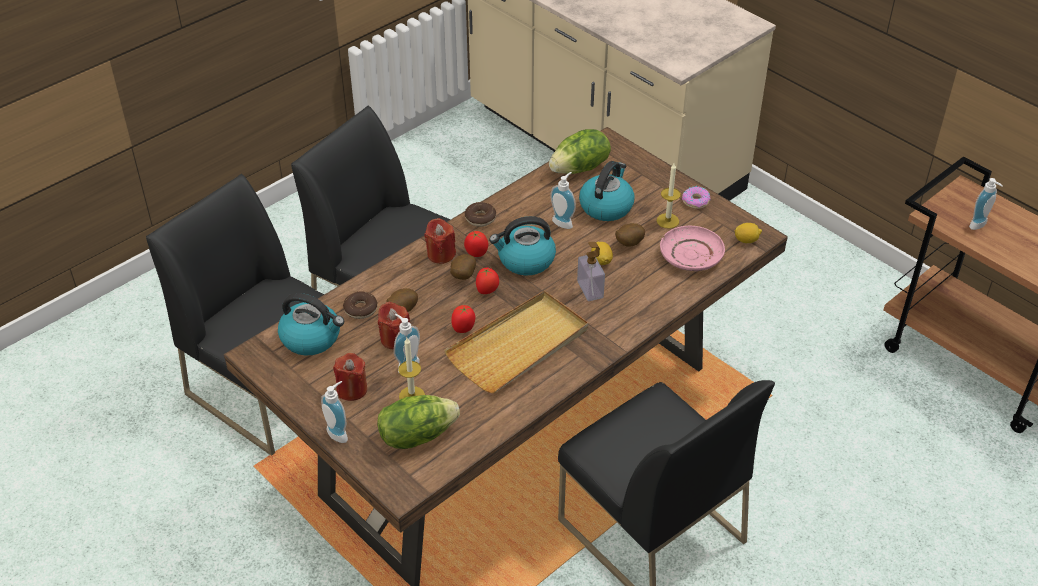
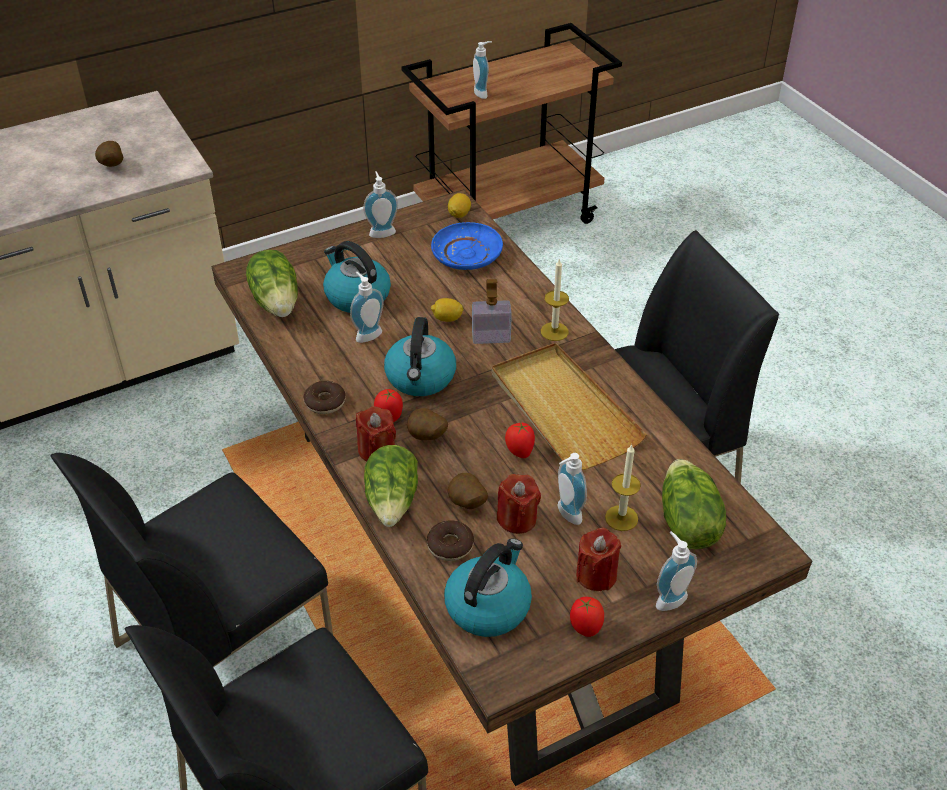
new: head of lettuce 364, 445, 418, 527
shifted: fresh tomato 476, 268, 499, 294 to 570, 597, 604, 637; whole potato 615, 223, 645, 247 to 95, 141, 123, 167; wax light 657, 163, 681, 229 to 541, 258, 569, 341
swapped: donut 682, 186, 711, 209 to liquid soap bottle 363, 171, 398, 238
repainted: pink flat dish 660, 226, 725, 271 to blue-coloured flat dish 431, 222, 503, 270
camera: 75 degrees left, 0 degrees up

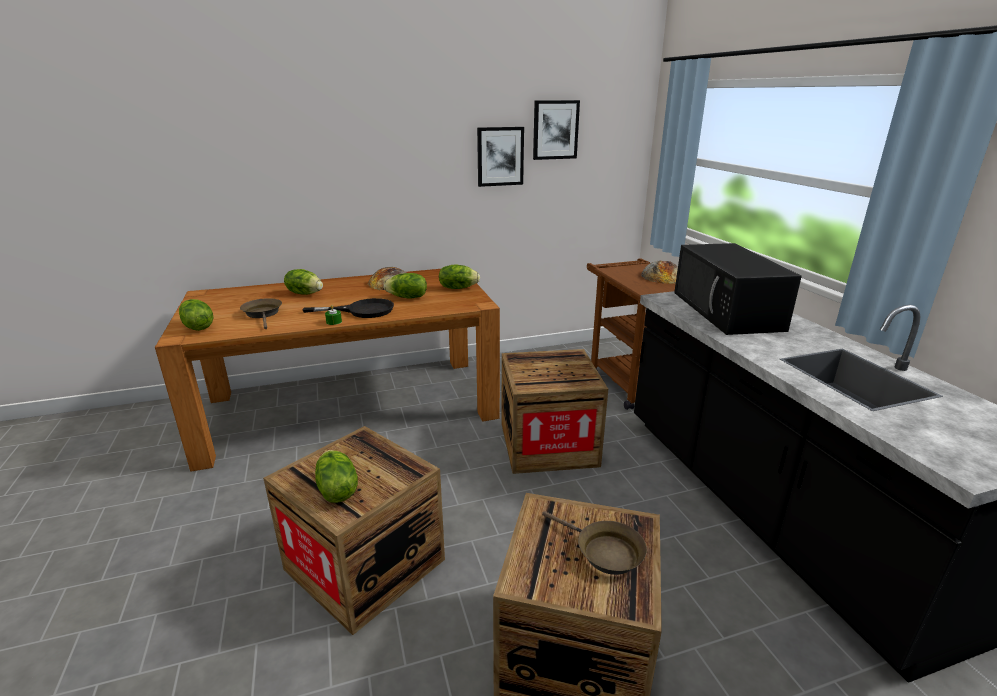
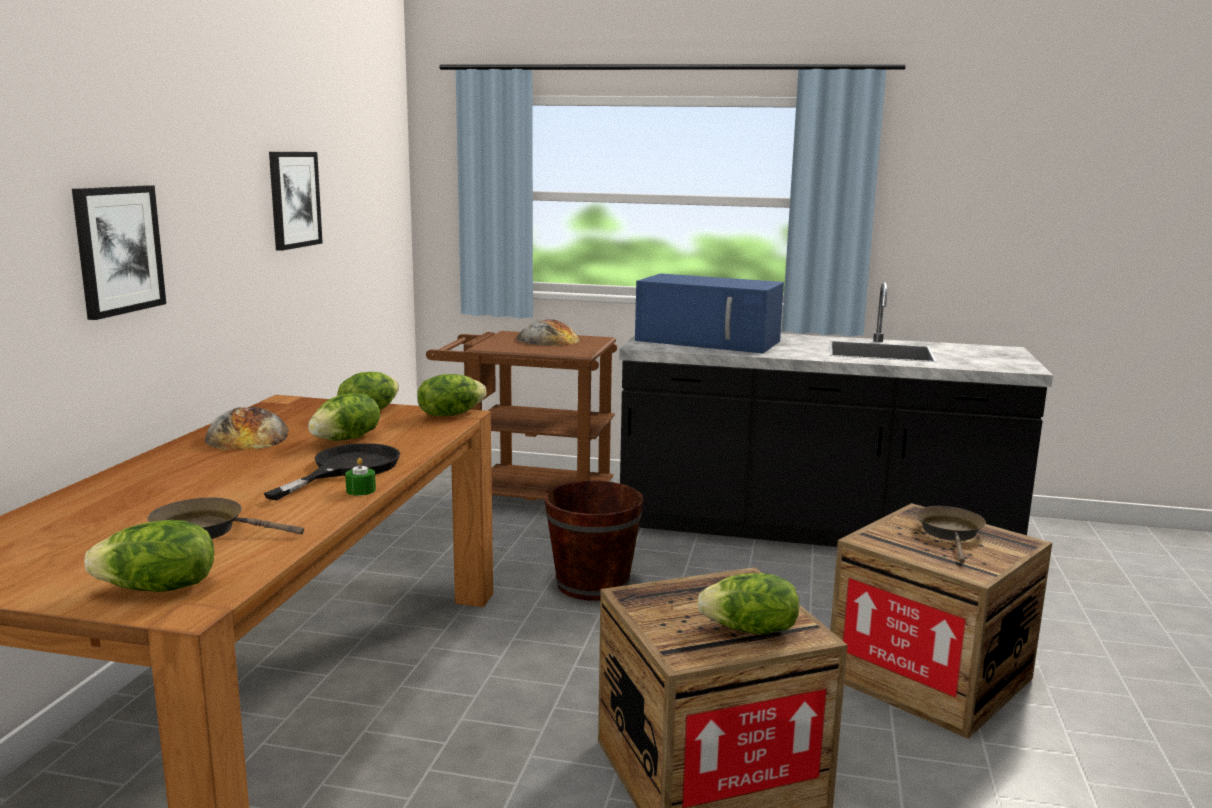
shifted: head of lettuce 284, 269, 323, 295 to 417, 374, 486, 416; wall art 533, 100, 580, 160 to 72, 185, 166, 320
swapped: packing crate 502, 349, 608, 474 to brown water bucket 545, 481, 644, 601
repainted: black microwave oven 674, 243, 802, 335 to blue-coloured microwave oven 635, 273, 784, 353
rotated: brown pan 542, 511, 647, 575 = 916, 506, 986, 563 60 degrees counterclockwise
camera: 60 degrees left, 10 degrees down

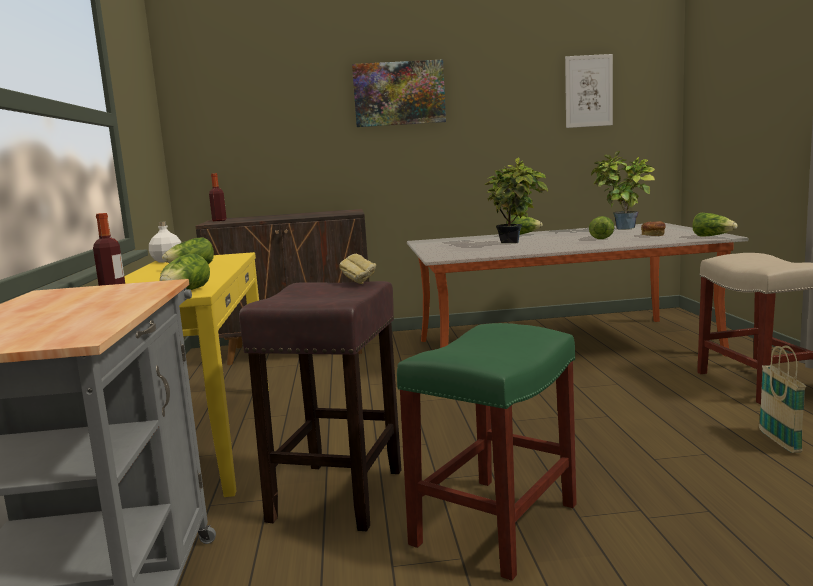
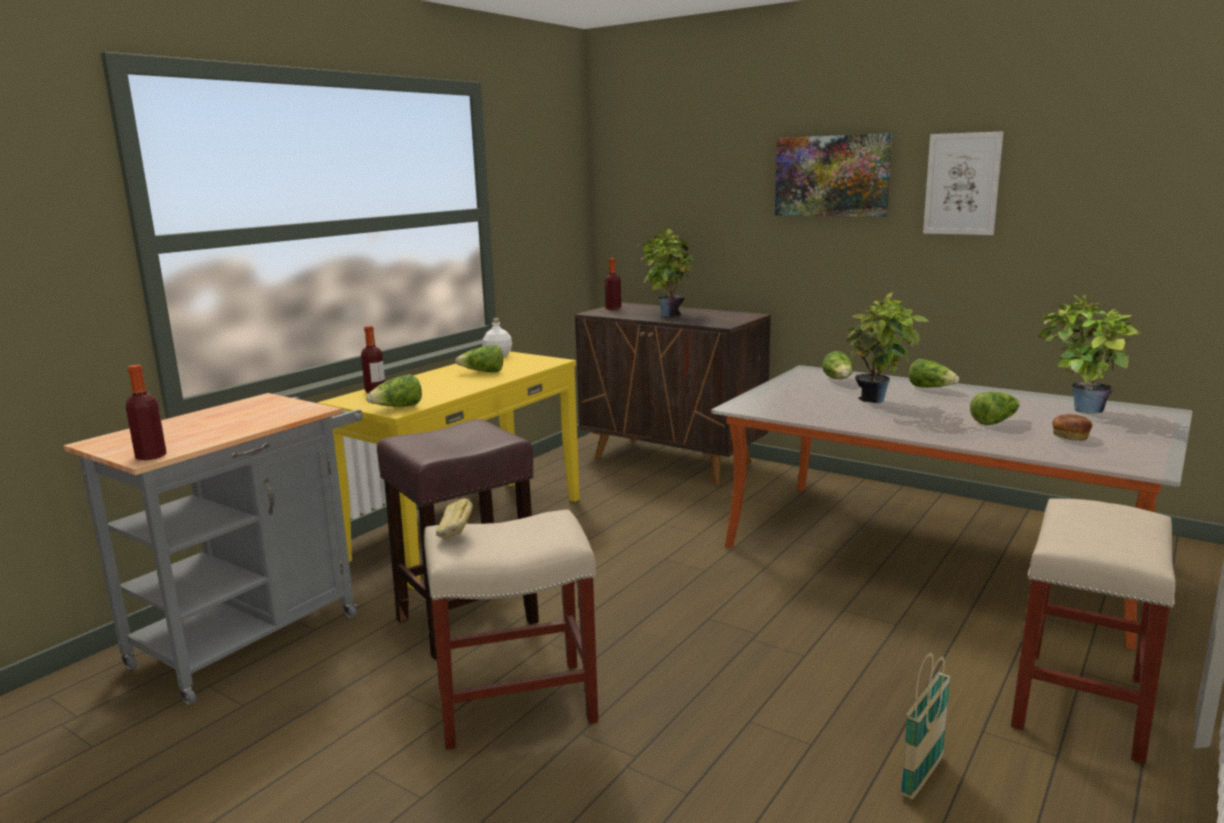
new: beverage bottle 126, 365, 166, 460; potted plant 636, 227, 694, 317
shifted: bread 339, 254, 376, 284 to 436, 499, 473, 540; wall art 565, 54, 613, 128 to 923, 131, 1004, 235; head of lettuce 692, 213, 738, 236 to 822, 351, 853, 379
repainted: greenish sitting stool 397, 323, 577, 581 to beige-coloured sitting stool 424, 509, 598, 750
camera: 40 degrees right, 5 degrees up

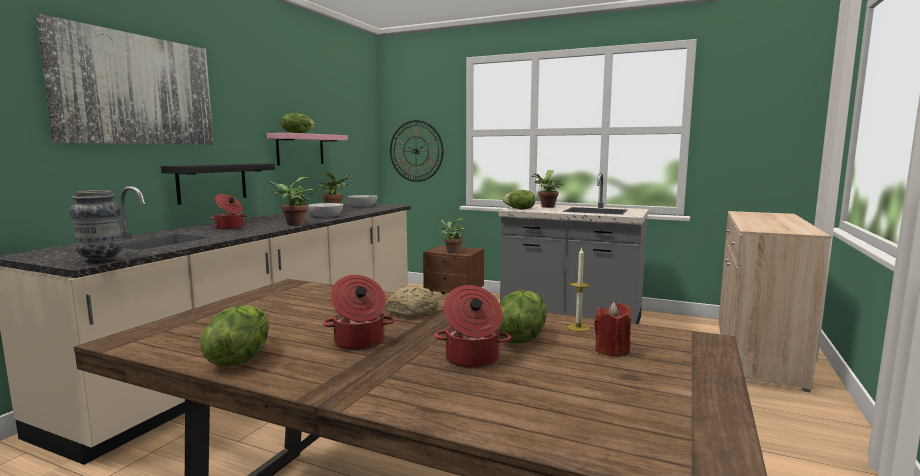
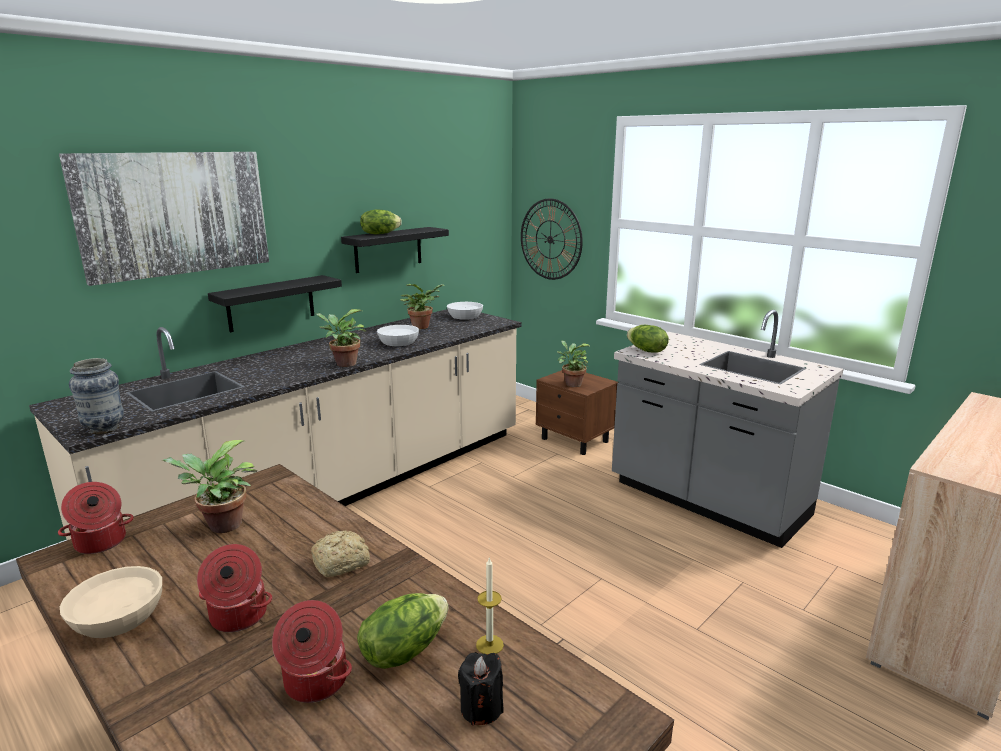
shifted: saucepot 210, 194, 247, 230 to 58, 482, 134, 554; potted plant 532, 170, 563, 208 to 162, 440, 257, 533
swapped: head of lettuce 200, 305, 269, 367 to beige-coloured deep dish 60, 566, 162, 638
repainted: pink wall shelf 267, 133, 348, 165 to black wall shelf 341, 227, 449, 273; red wax light 594, 302, 631, 357 to black wax light 458, 652, 504, 725
camera: 20 degrees right, 10 degrees up

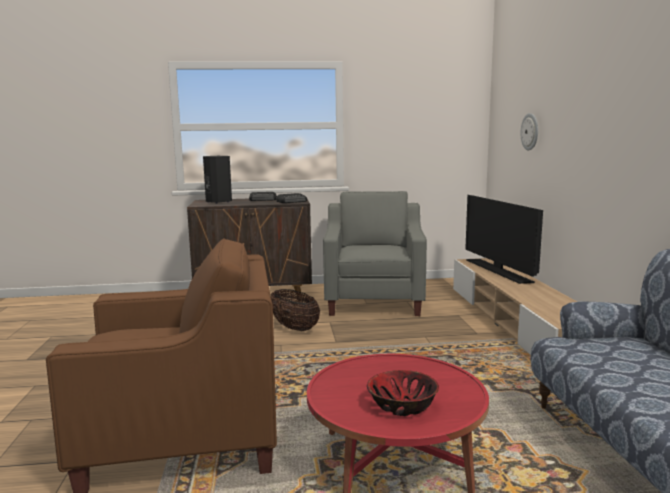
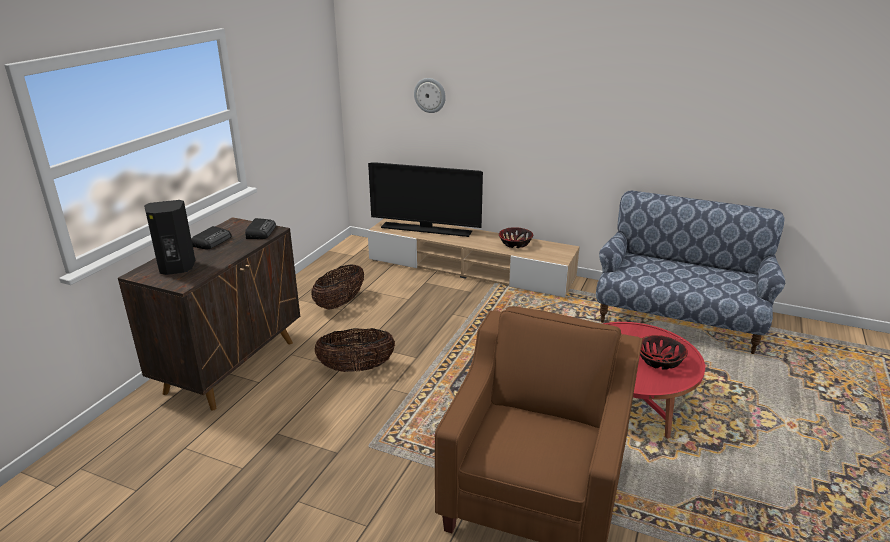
new: deep dish 499, 227, 534, 248
swapped: greyish armchair 323, 191, 427, 316 to storage basket 311, 264, 364, 310
camera: 60 degrees left, 15 degrees up

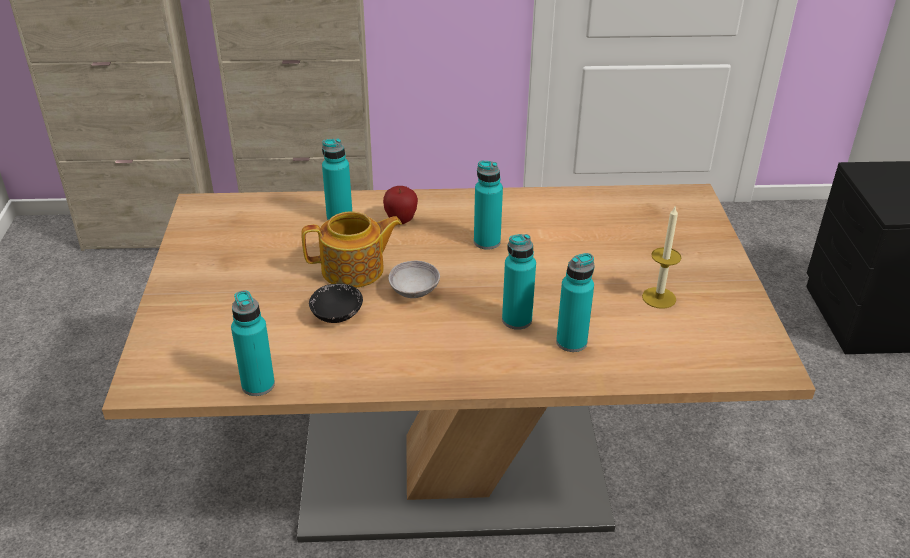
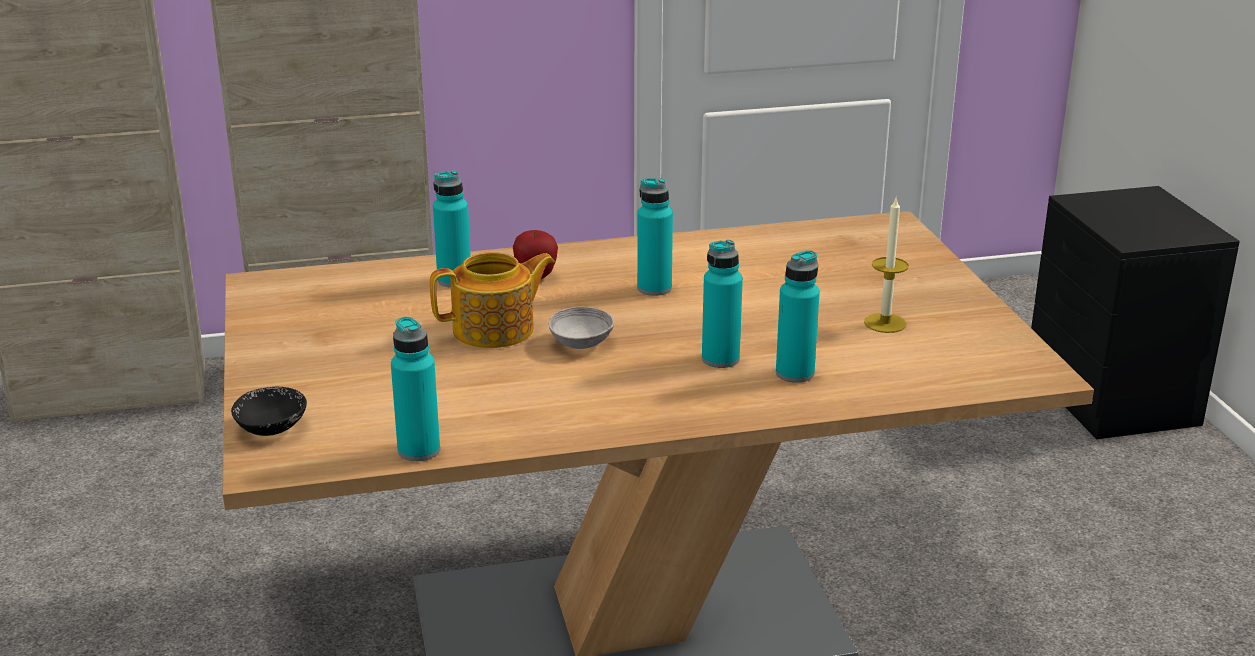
shifted: black deep dish 309, 283, 363, 323 to 231, 387, 307, 436
camera: 10 degrees left, 10 degrees down

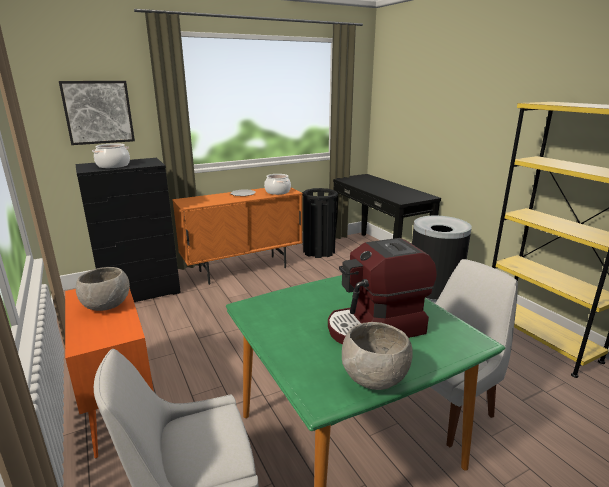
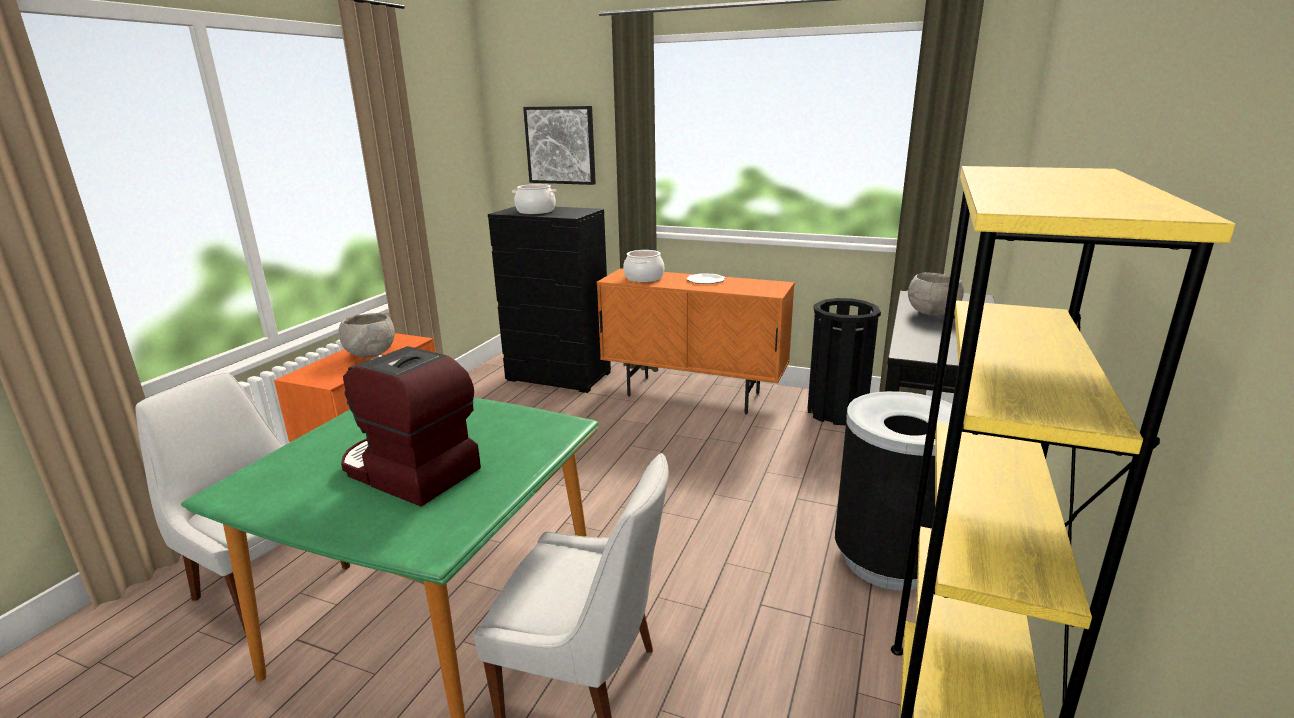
shifted: saucepot 264, 174, 291, 195 to 623, 250, 664, 282; greyish deep dish 342, 322, 413, 390 to 908, 272, 964, 315
camera: 50 degrees right, 0 degrees up

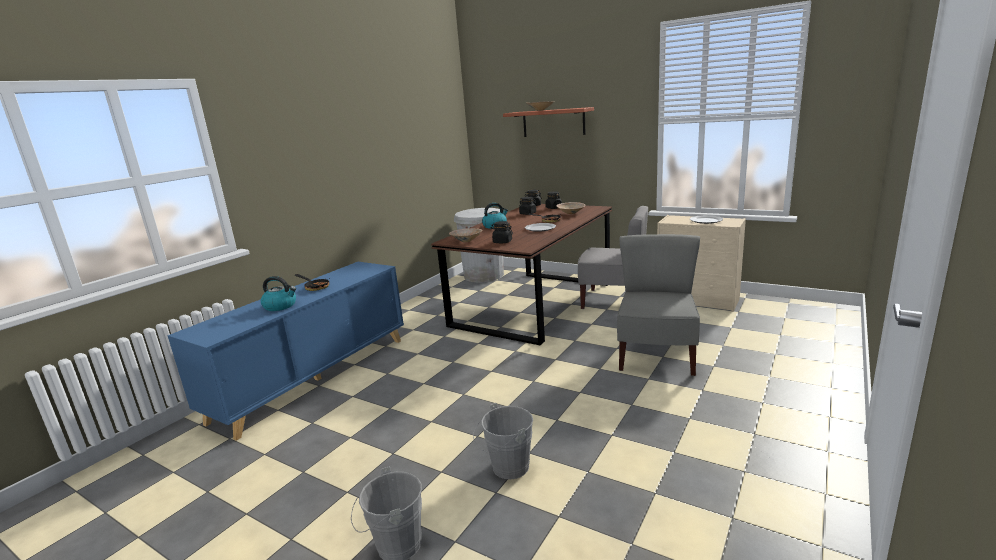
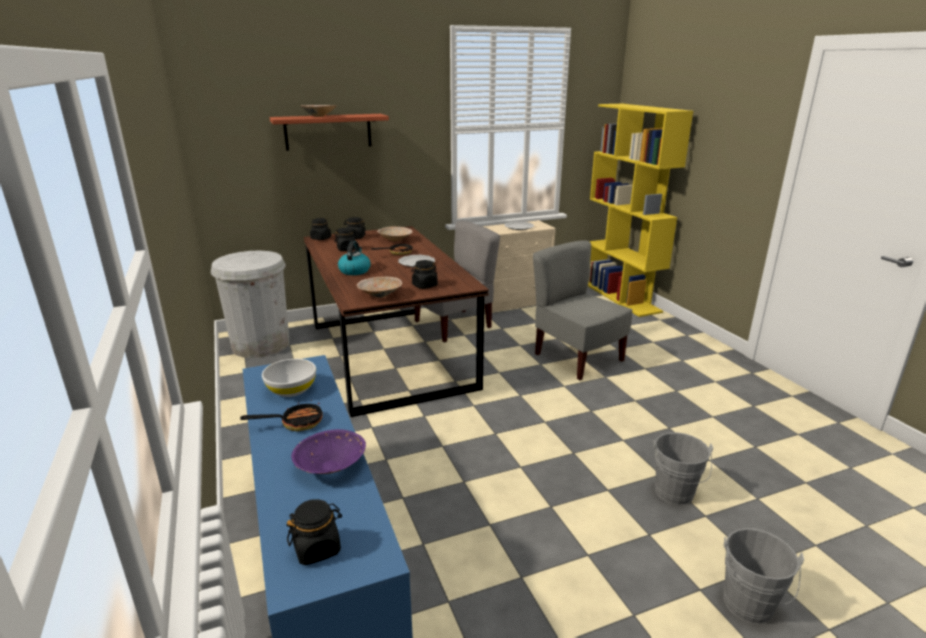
new: white deep dish 262, 359, 316, 397; black preserve jar 287, 499, 342, 565; yellow shelving unit 588, 104, 693, 317
swapped: tea kettle 261, 276, 296, 311 to purple-coloured deep dish 291, 429, 366, 474
camera: 55 degrees left, 5 degrees up

